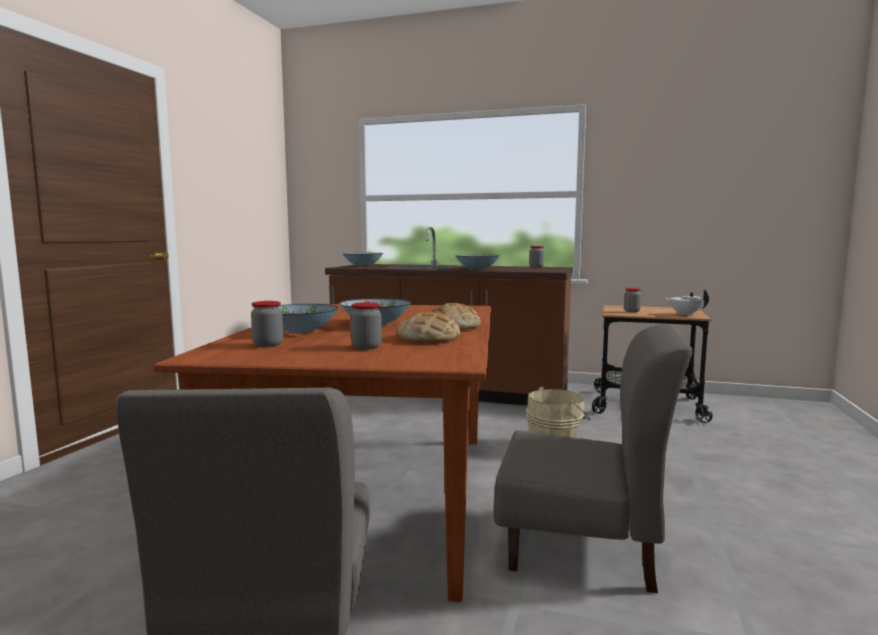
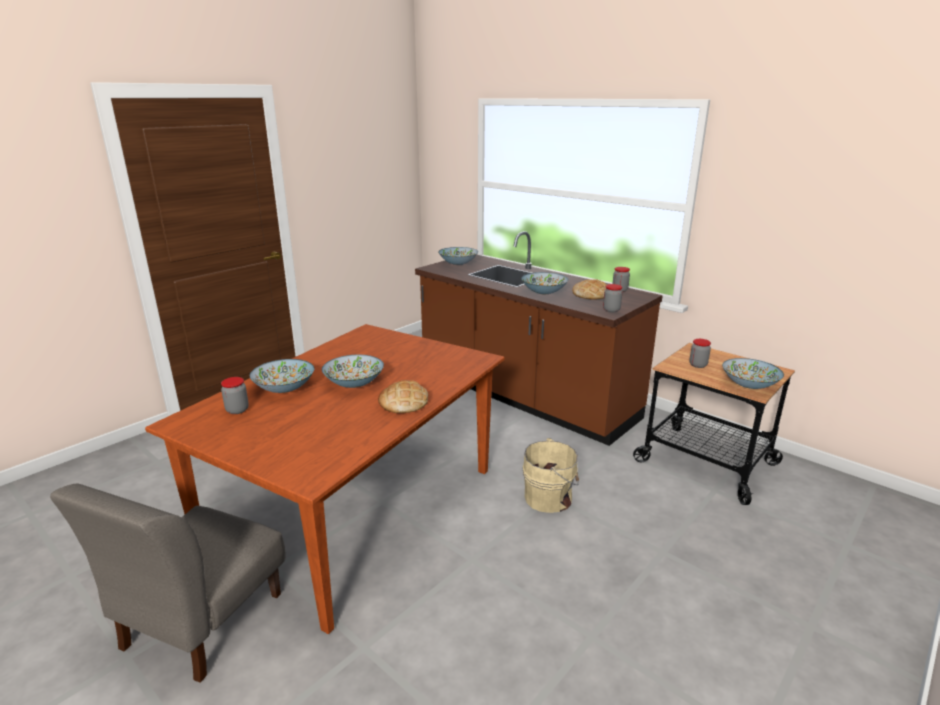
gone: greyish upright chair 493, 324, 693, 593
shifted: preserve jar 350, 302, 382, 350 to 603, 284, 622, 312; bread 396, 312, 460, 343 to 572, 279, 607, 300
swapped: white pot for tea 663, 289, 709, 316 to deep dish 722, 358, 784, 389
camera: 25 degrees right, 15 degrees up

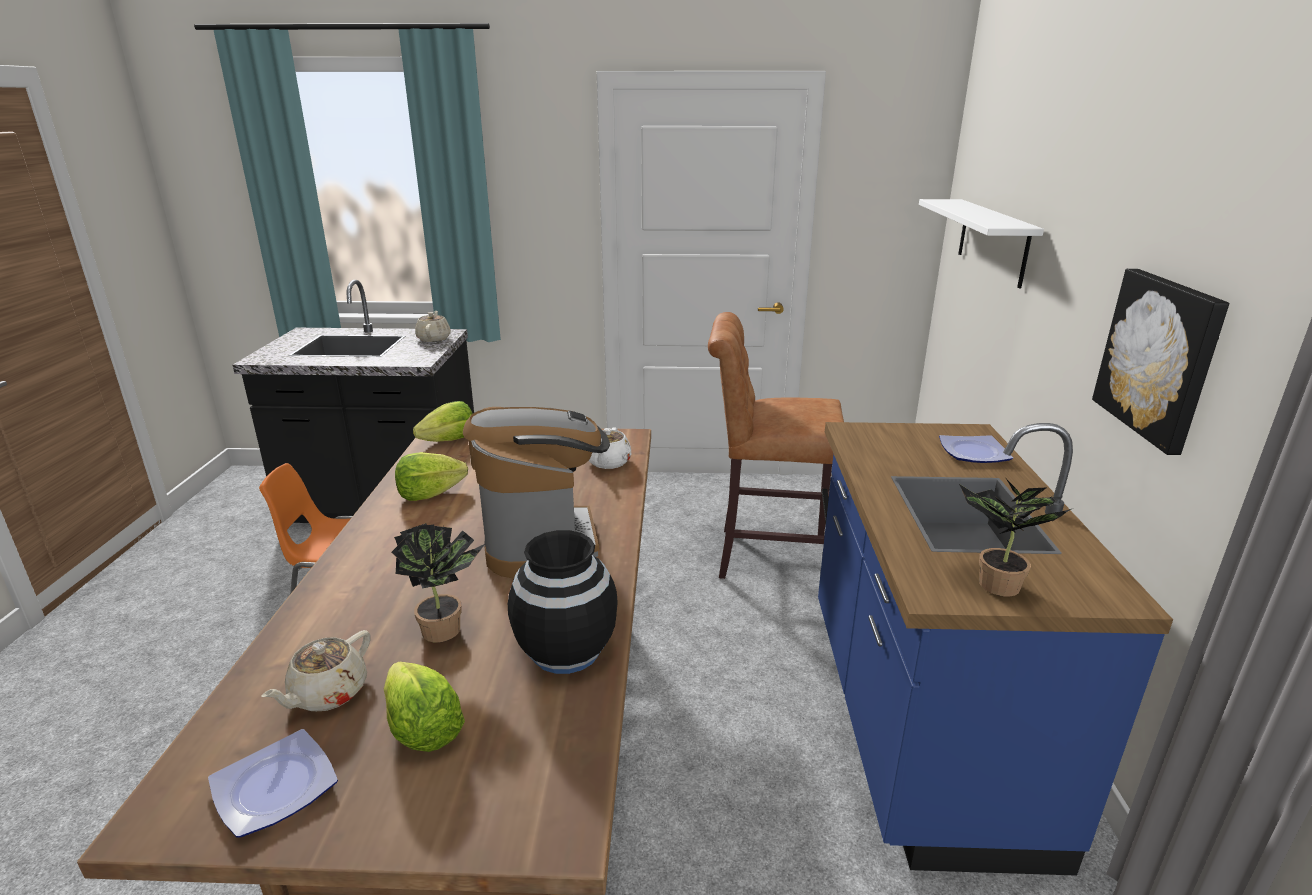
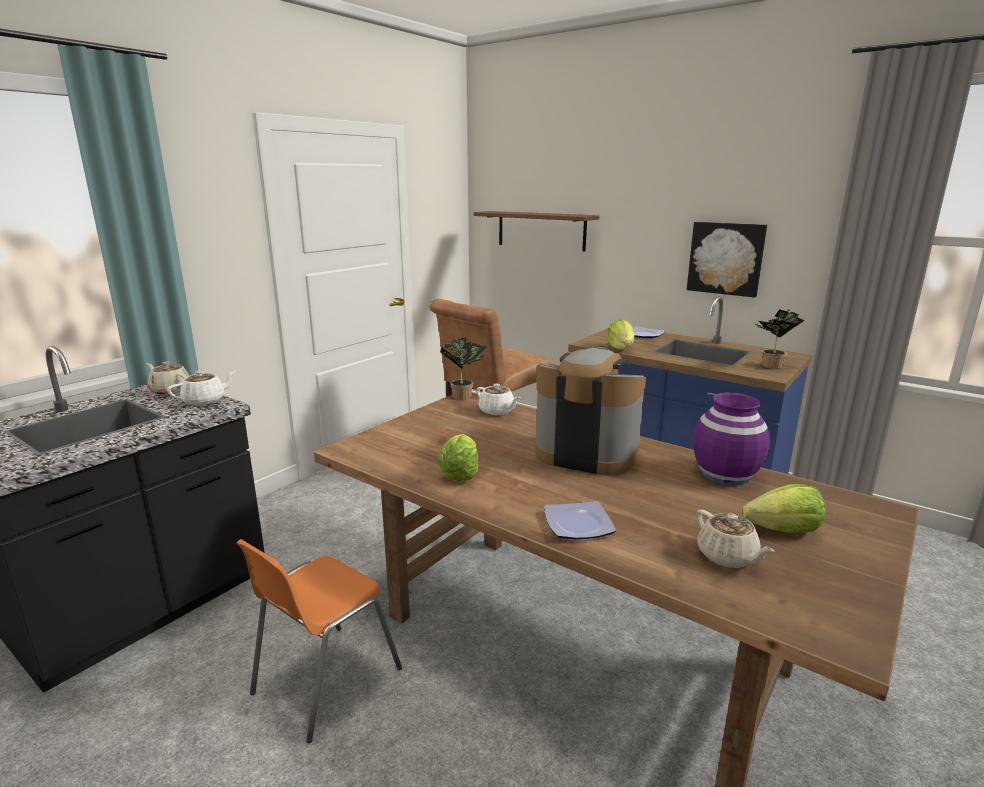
new: white pot for tea 167, 370, 236, 406
shifted: flat dish 208, 729, 338, 838 to 544, 501, 616, 539; potted plant 391, 523, 485, 643 to 440, 338, 487, 400; head of lettuce 413, 401, 473, 442 to 607, 319, 635, 349
repainted: black vase 508, 530, 618, 674 to purple-coloured vase 693, 392, 770, 486; white wall shelf 919, 199, 1044, 289 to brown wall shelf 474, 211, 599, 252
camera: 55 degrees left, 5 degrees down

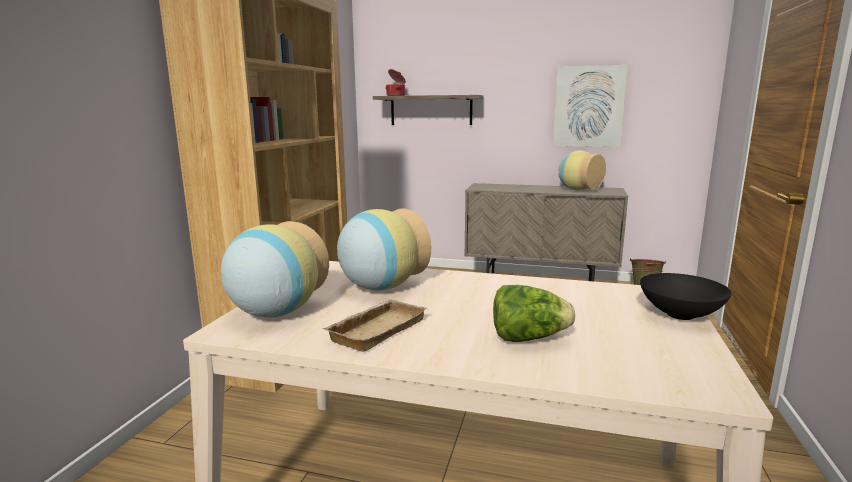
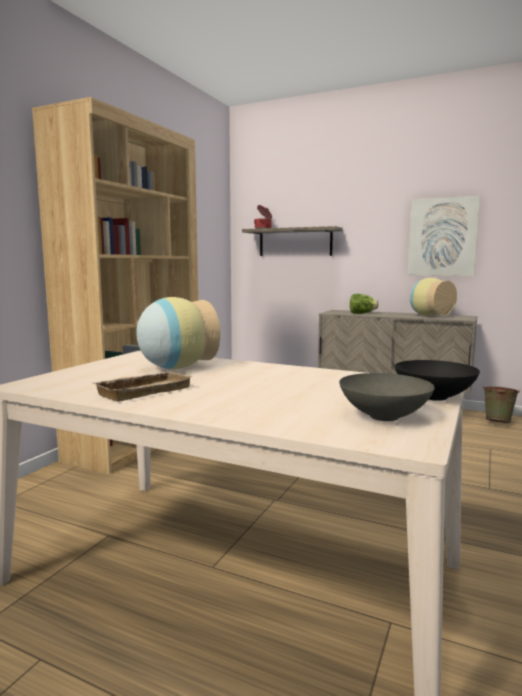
gone: vase 221, 221, 329, 317
new: greyish deep dish 339, 373, 435, 421
shifted: head of lettuce 493, 285, 575, 342 to 350, 294, 379, 314
camera: 10 degrees right, 5 degrees down

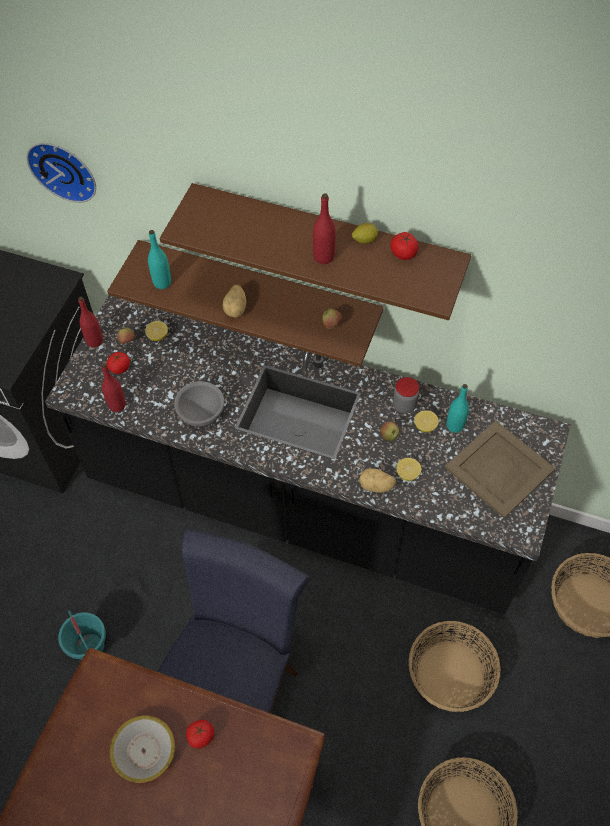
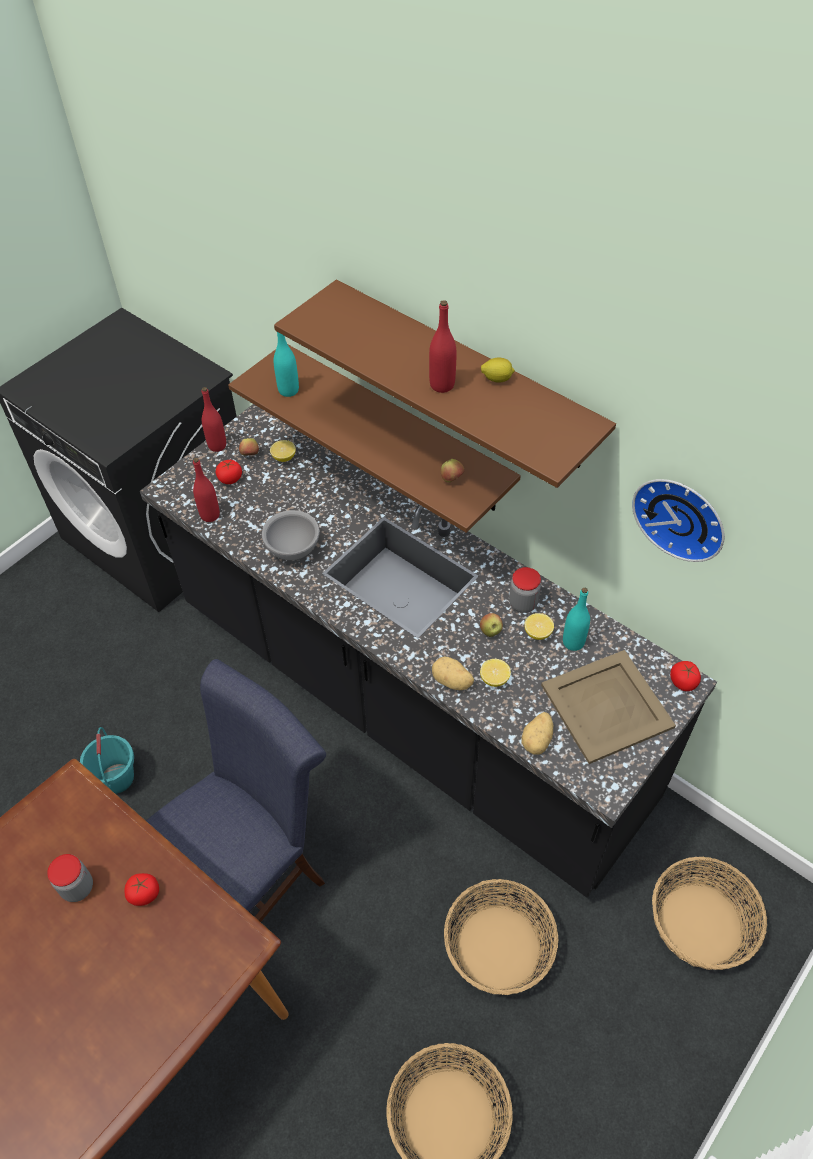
shifted: wall clock 27, 143, 96, 203 to 632, 479, 725, 562; whole potato 223, 285, 246, 318 to 521, 712, 553, 755; fresh tomato 390, 232, 419, 260 to 670, 661, 701, 691
swapped: deep dish 110, 715, 175, 783 to preserve jar 47, 854, 93, 902
camera: 20 degrees right, 5 degrees down

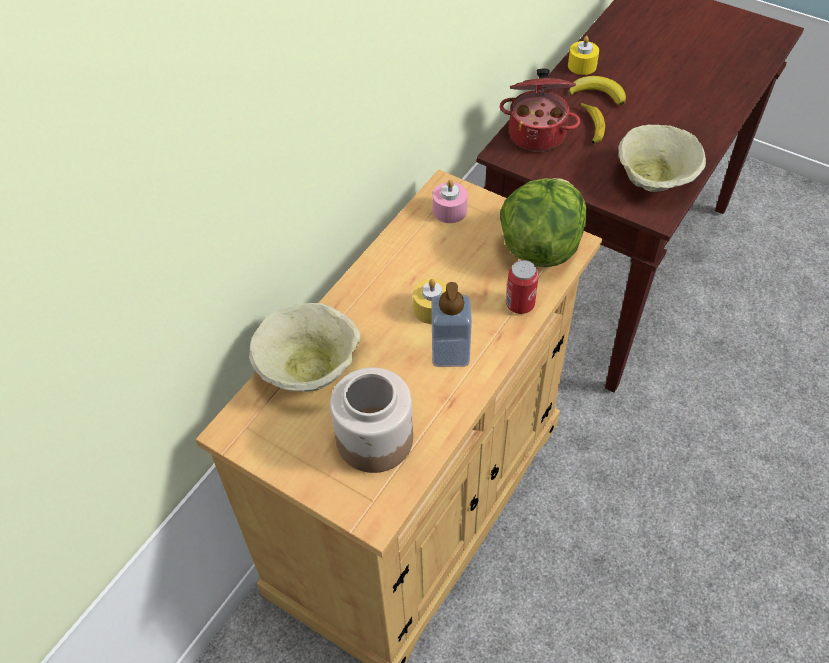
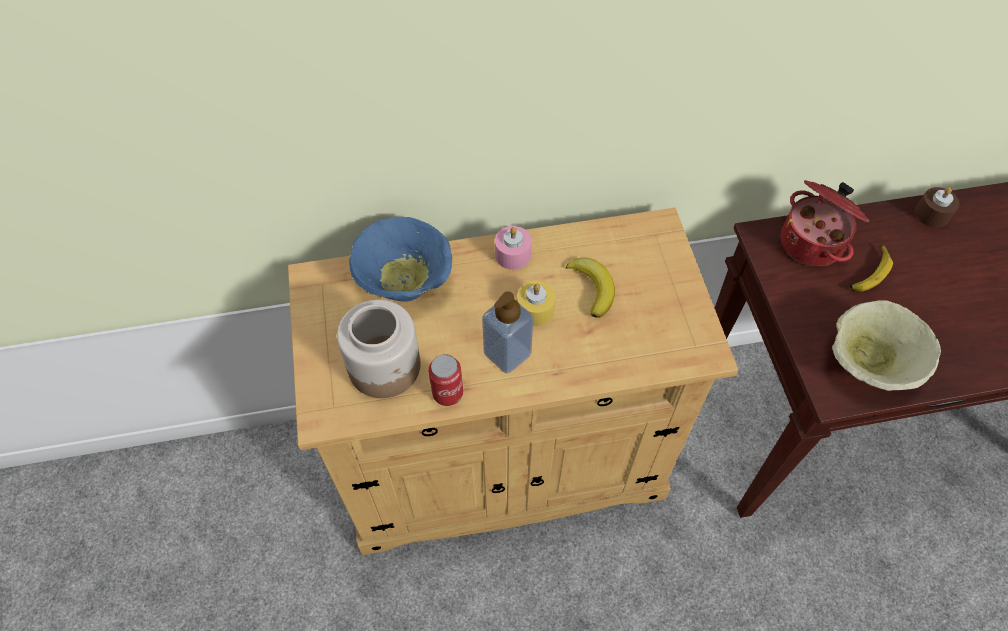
gone: head of lettuce 500, 178, 587, 267
shifted: pink wax light 433, 180, 468, 223 to 495, 226, 532, 270; metal can 506, 260, 539, 314 to 428, 354, 463, 406; whole banana 568, 76, 626, 106 to 566, 257, 615, 318
repainted: beige-coloured deep dish 249, 303, 361, 392 to blue-coloured deep dish 349, 217, 452, 301; yellow wax light 568, 36, 599, 75 to brown wax light 915, 187, 960, 227
camera: 45 degrees right, 5 degrees up

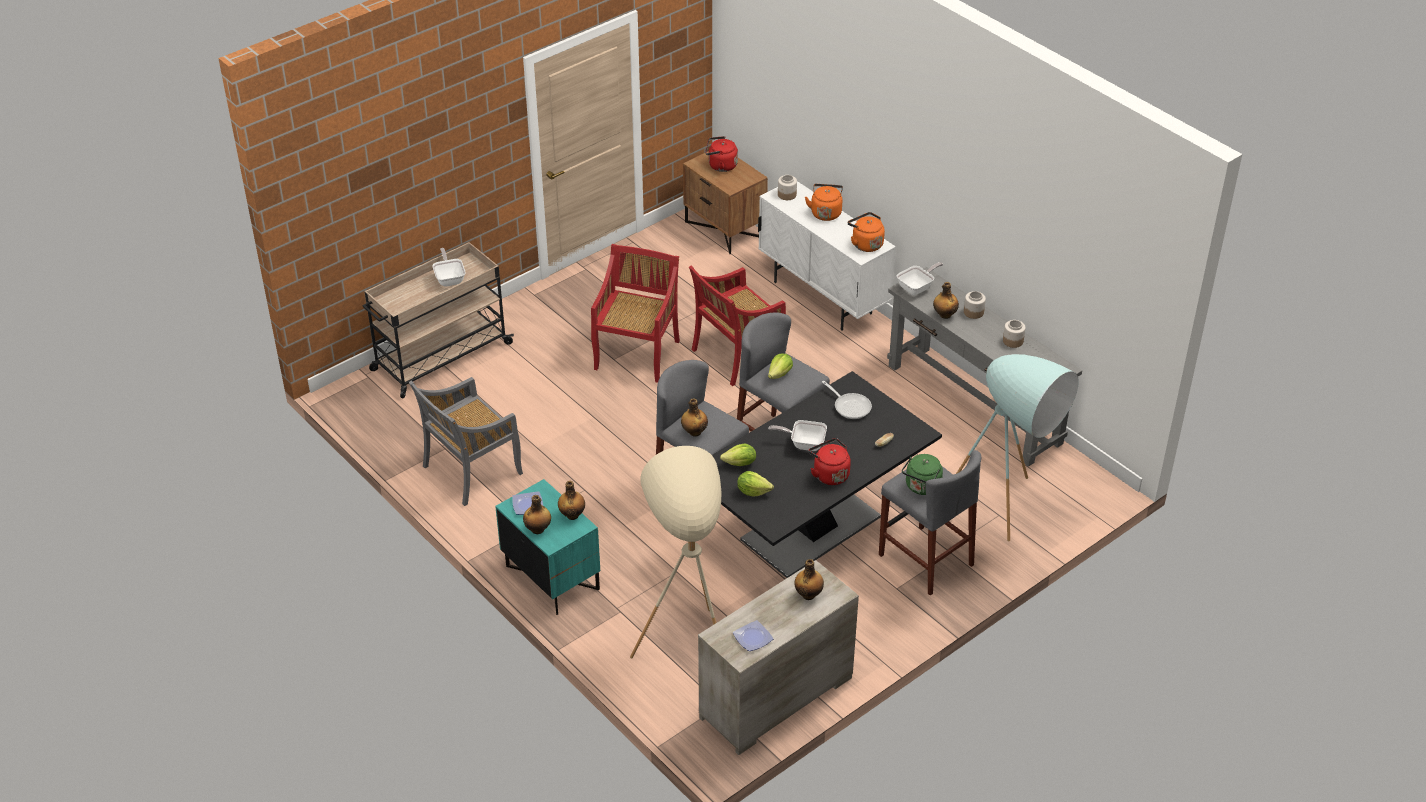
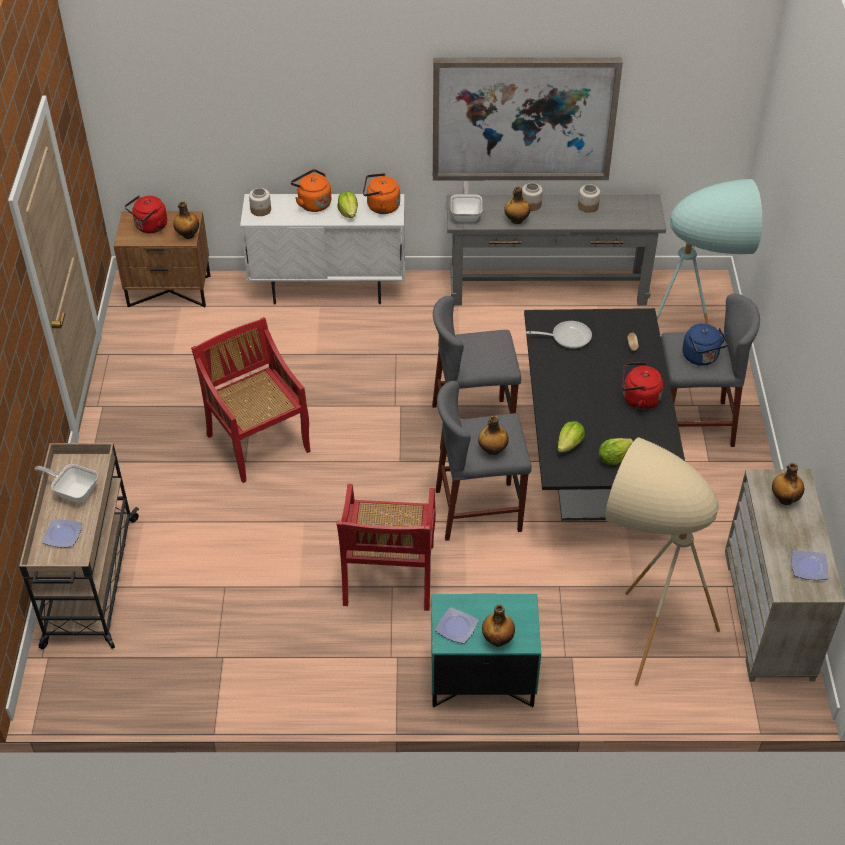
gone: greyish upright chair 409, 377, 523, 506; pan 768, 420, 827, 451
new: flat dish 42, 519, 82, 548; wall art 433, 57, 623, 180
shifted: beverage bottle 558, 481, 585, 520 to 173, 201, 199, 239; red upright chair 689, 266, 786, 386 to 336, 484, 436, 611; head of lettuce 768, 354, 793, 379 to 338, 191, 358, 218
repainted: greenish tea kettle 902, 454, 943, 495 to blue-coloured tea kettle 682, 323, 729, 366
camera: 50 degrees left, 5 degrees up

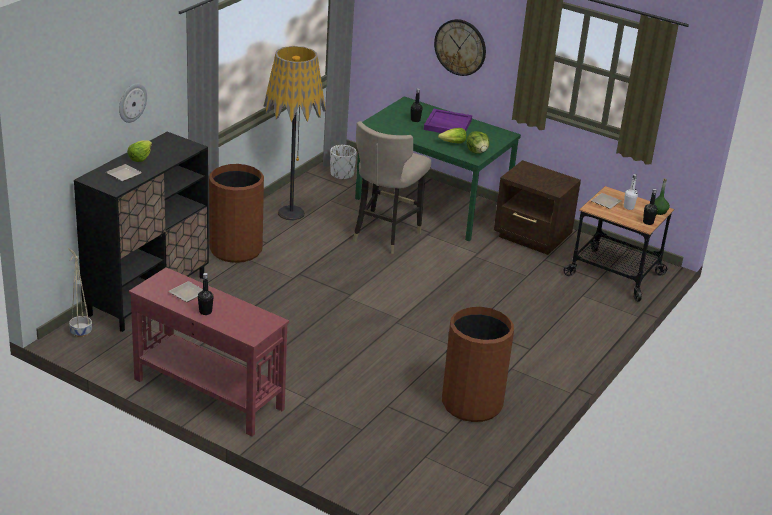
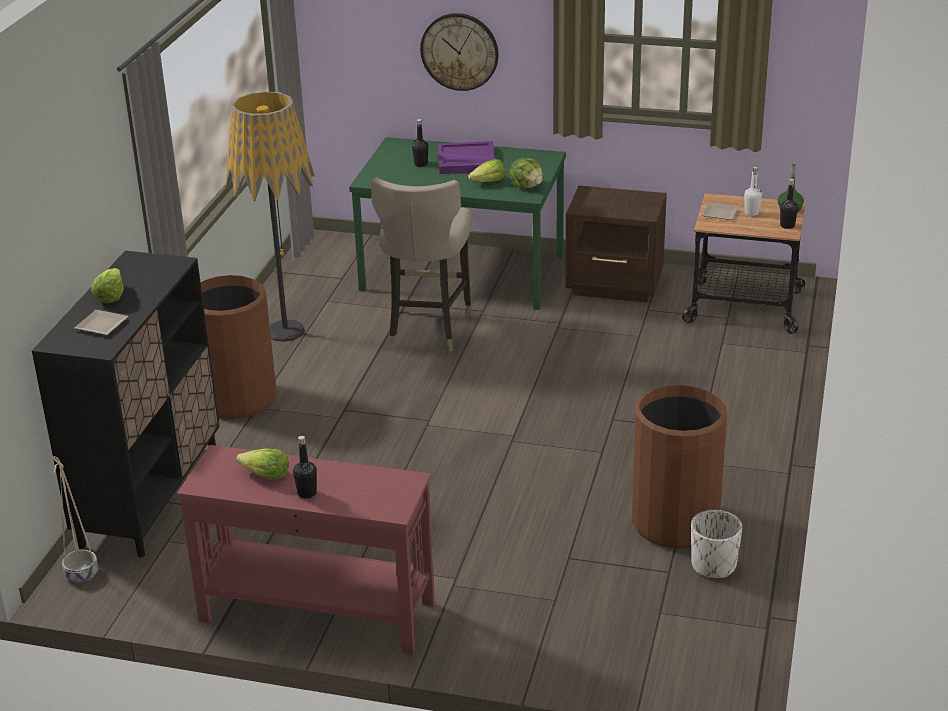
gone: wall clock 119, 83, 147, 123
shifted: white plant pot 330, 145, 357, 180 to 691, 510, 742, 578
swapped: flat dish 168, 281, 203, 302 to head of lettuce 236, 449, 289, 479
camera: 15 degrees left, 0 degrees up

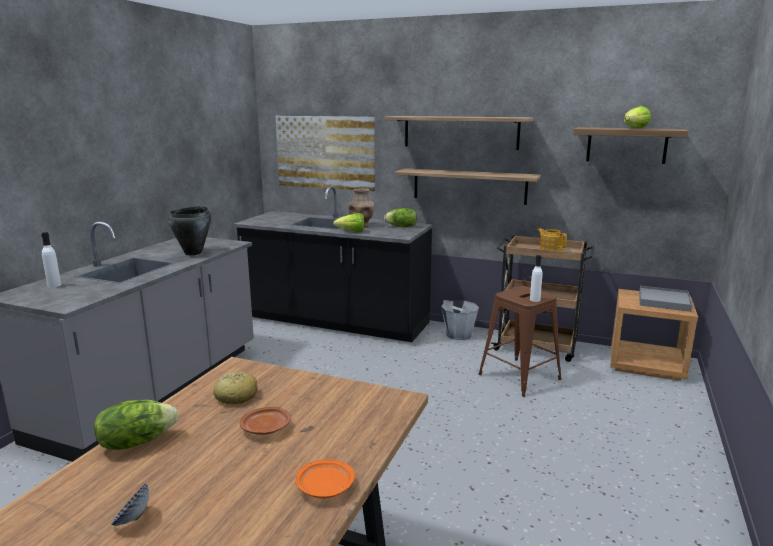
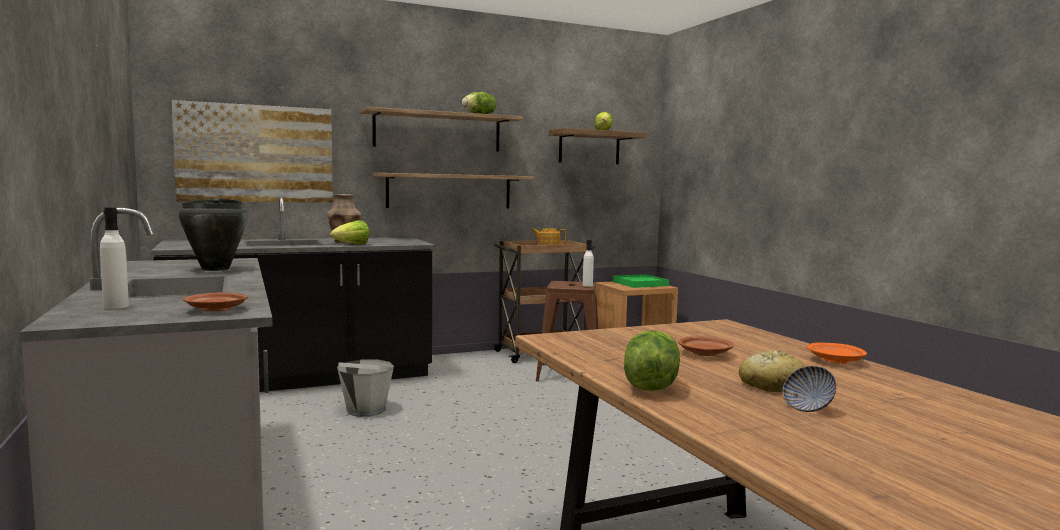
new: brown flat dish 183, 292, 248, 311
shifted: bread 213, 372, 258, 404 to 739, 350, 805, 392; head of lettuce 384, 208, 417, 227 to 462, 92, 497, 114; greyish water bucket 441, 300, 479, 340 to 337, 359, 394, 417
repainted: greyish serving tray 639, 286, 692, 312 to greenish serving tray 613, 274, 669, 288
camera: 45 degrees left, 10 degrees down

